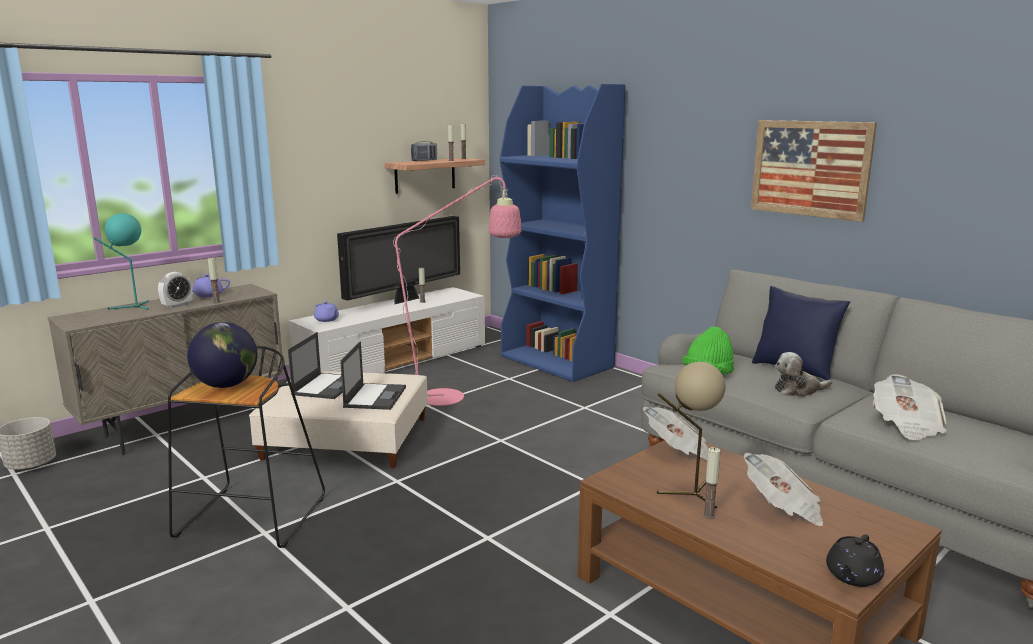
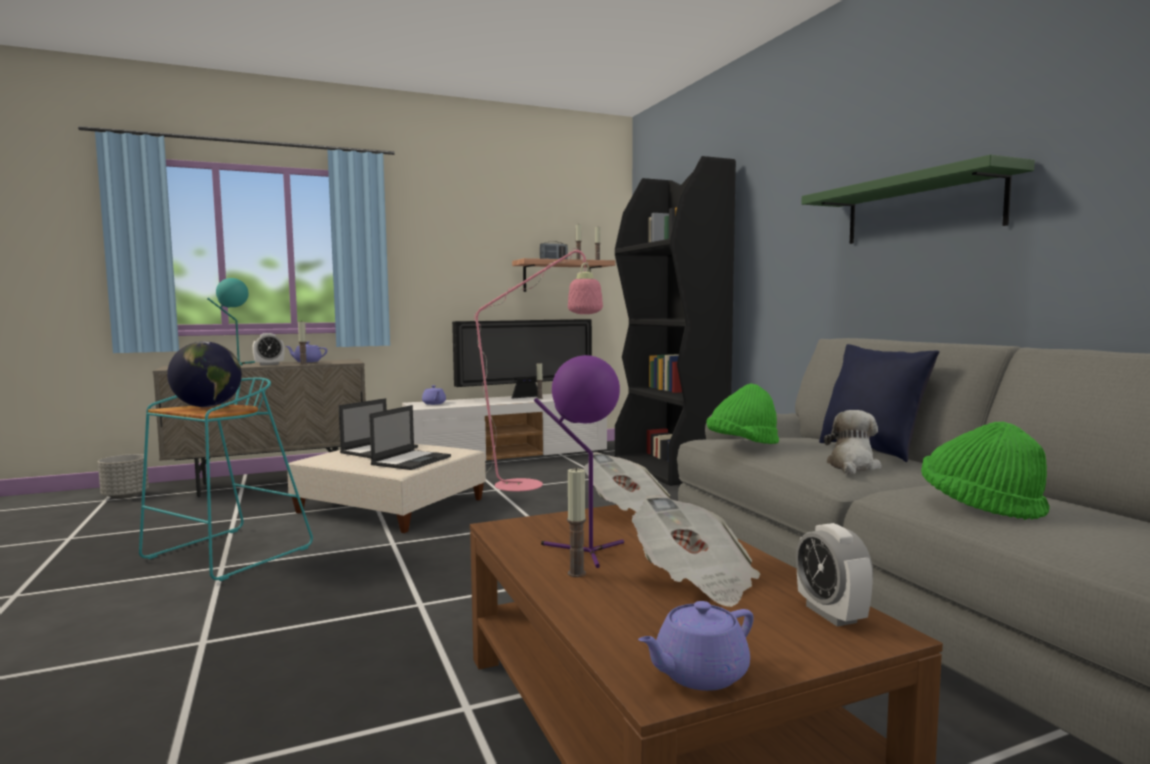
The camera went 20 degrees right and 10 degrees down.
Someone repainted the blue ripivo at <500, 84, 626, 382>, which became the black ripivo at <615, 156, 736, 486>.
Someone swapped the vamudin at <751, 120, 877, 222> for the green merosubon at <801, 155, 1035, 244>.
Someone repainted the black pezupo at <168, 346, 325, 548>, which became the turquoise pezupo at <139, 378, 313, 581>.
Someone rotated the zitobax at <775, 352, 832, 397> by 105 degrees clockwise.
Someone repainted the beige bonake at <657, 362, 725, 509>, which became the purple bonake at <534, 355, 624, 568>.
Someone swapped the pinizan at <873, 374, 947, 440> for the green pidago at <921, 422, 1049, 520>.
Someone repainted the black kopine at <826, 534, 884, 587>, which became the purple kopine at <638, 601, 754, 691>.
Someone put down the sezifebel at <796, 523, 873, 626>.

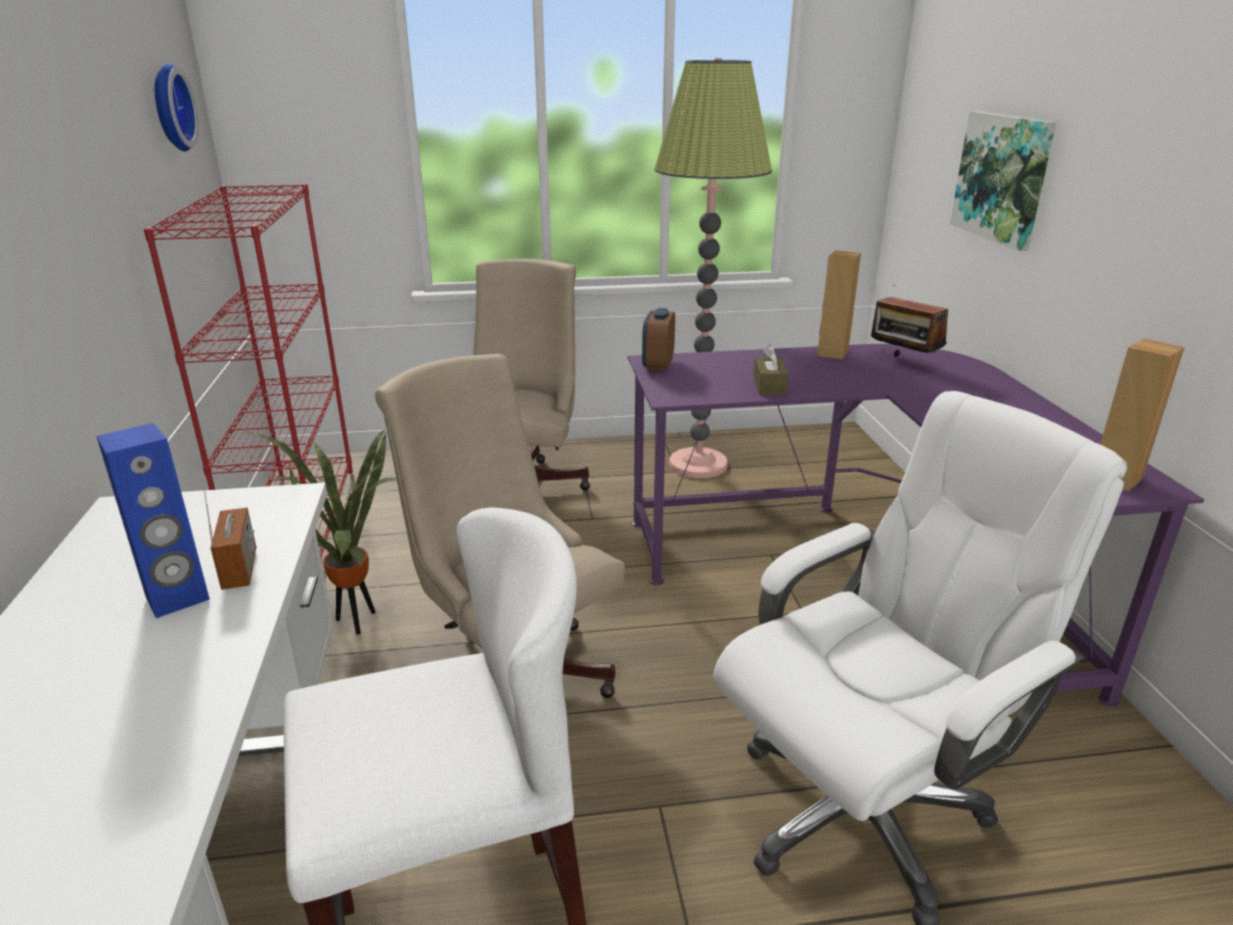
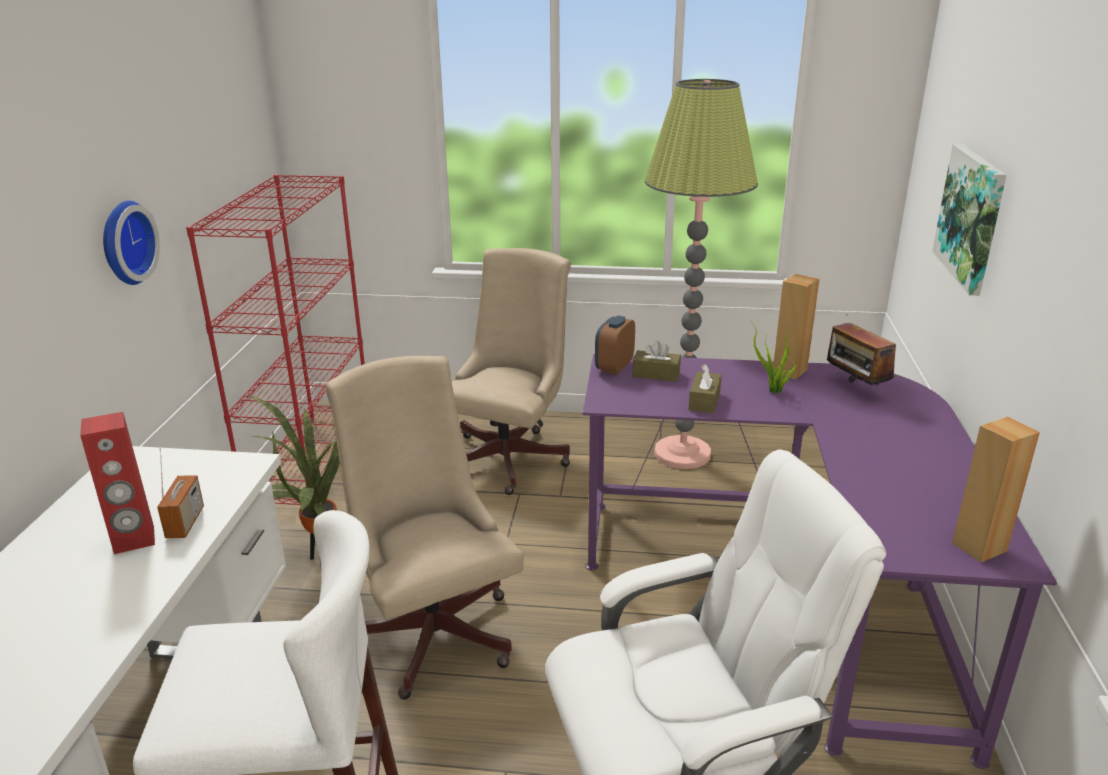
The camera went 15 degrees right and 0 degrees up.
Someone carried the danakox from <155, 63, 199, 152> to <103, 201, 160, 285>.
Someone repainted the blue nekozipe at <96, 423, 210, 618>, which became the red nekozipe at <80, 412, 155, 554>.
Someone put down the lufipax at <750, 320, 799, 393>.
Someone put down the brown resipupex at <632, 340, 681, 382>.

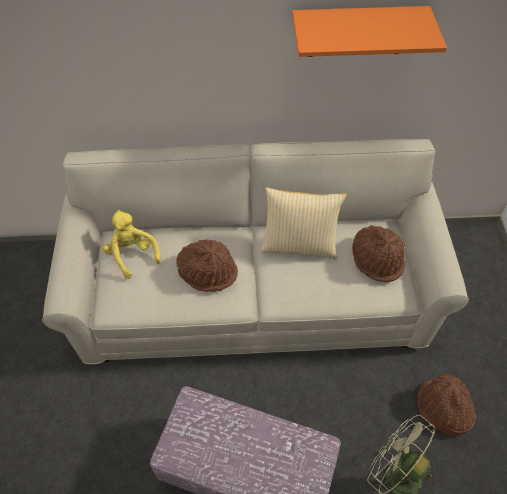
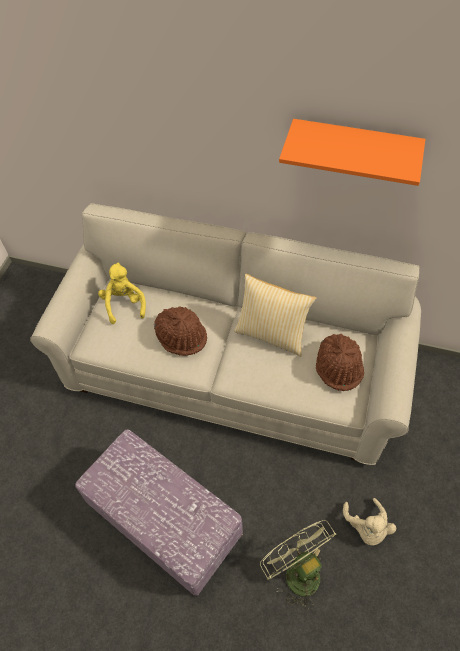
The camera went 20 degrees right and 0 degrees up.
Someone swapped the brown pidago at <417, 374, 476, 436> for the beige zitobax at <343, 498, 396, 546>.

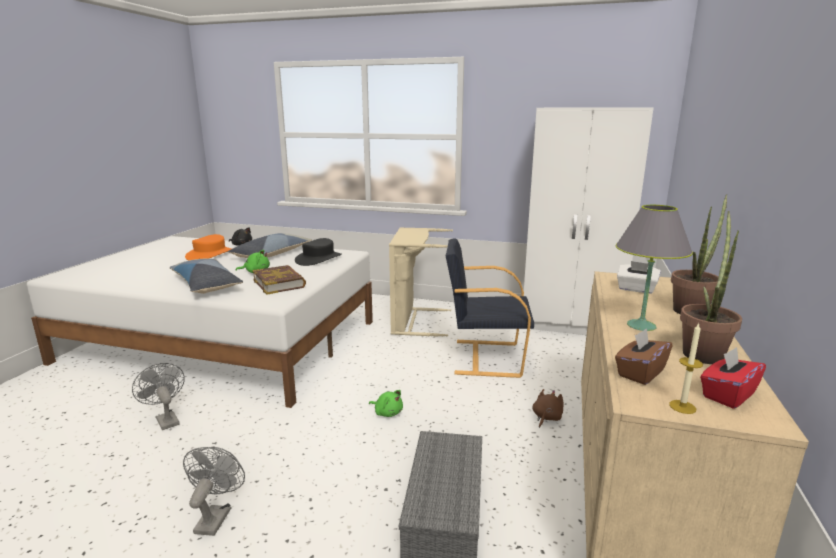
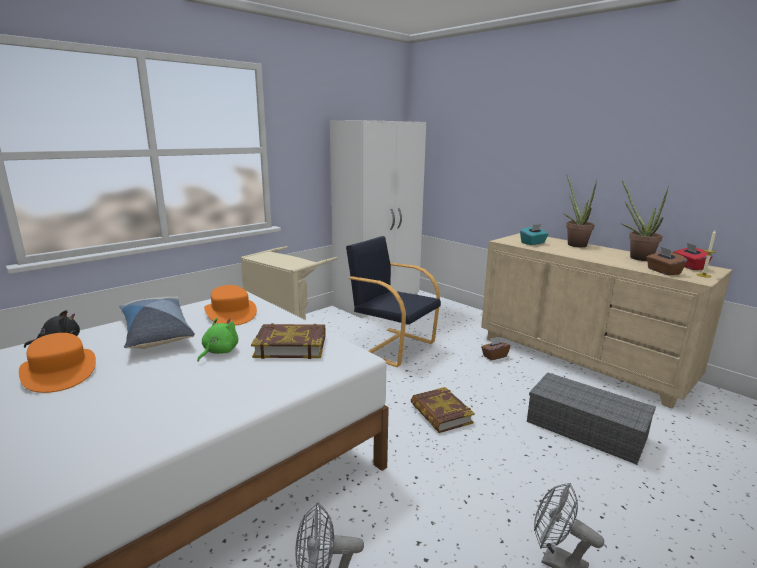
The camera went 60 degrees left and 0 degrees up.
Someone took away the grey bonake at <616, 205, 693, 331>.
Someone repainted the black pidago at <295, 238, 342, 266>, which became the orange pidago at <204, 285, 257, 326>.
Someone rotated the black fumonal at <446, 238, 534, 378> by 90 degrees clockwise.
Someone took away the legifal at <169, 258, 243, 294>.
Someone repainted the white resipupex at <617, 261, 661, 294>, which became the turquoise resipupex at <520, 224, 549, 245>.
Someone swapped the brown zitobax at <532, 389, 564, 428> for the brown resipupex at <481, 337, 511, 360>.
Someone swapped the green zitobax at <369, 390, 403, 417> for the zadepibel at <411, 387, 475, 433>.

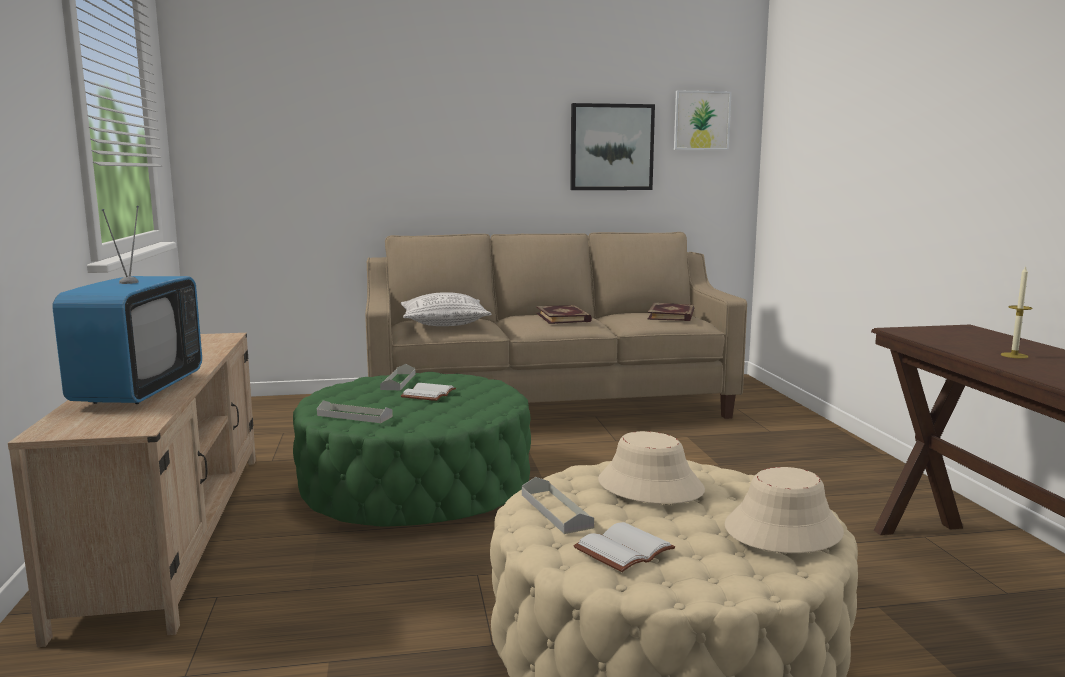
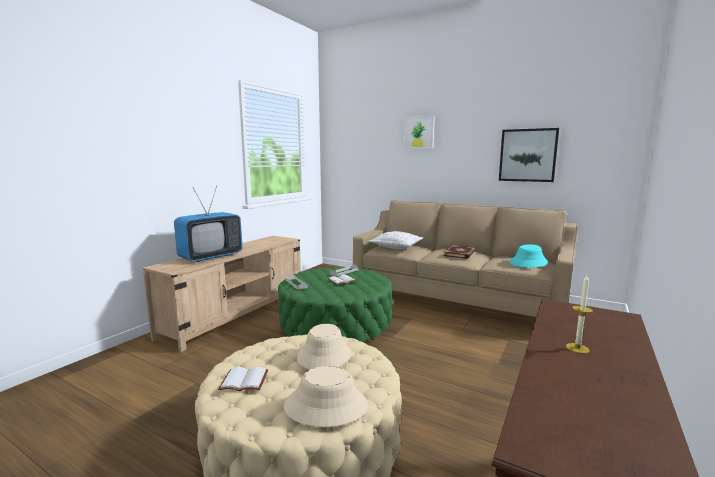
The camera went 40 degrees right and 0 degrees up.
Someone carried the vamudin from <674, 90, 732, 150> to <404, 116, 435, 149>.
Someone swapped the zadepibel at <648, 303, 694, 321> for the turquoise pidago at <510, 244, 548, 268>.
Someone took away the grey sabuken at <522, 477, 594, 534>.

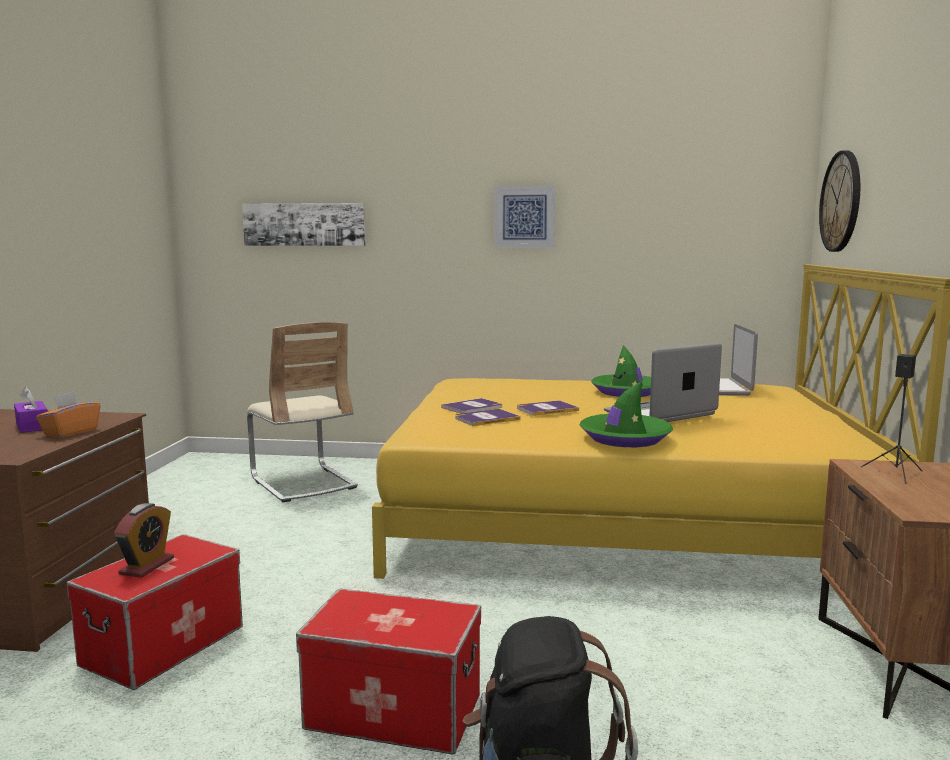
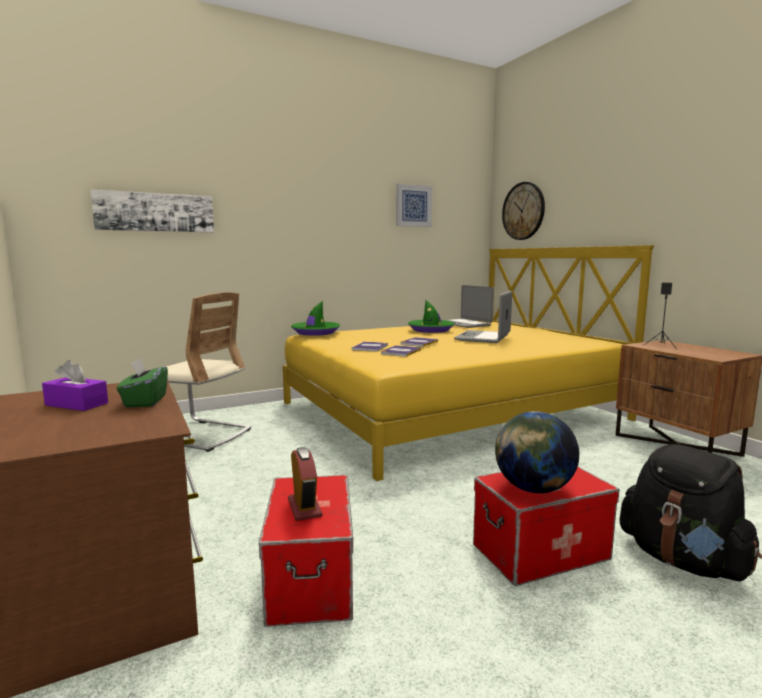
The camera went 35 degrees left and 0 degrees up.
Someone carried the vamudin from <494, 186, 555, 248> to <396, 184, 432, 227>.
Someone carried the green pidago from <579, 381, 673, 447> to <291, 301, 340, 336>.
Someone repainted the orange resipupex at <36, 391, 101, 438>, which became the green resipupex at <117, 358, 168, 408>.
Someone put down the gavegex at <495, 411, 579, 493>.

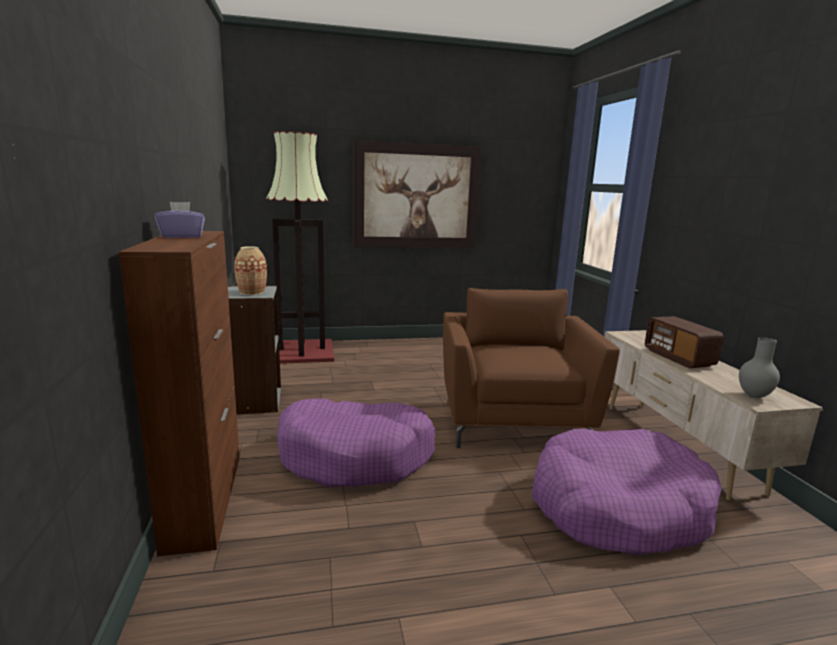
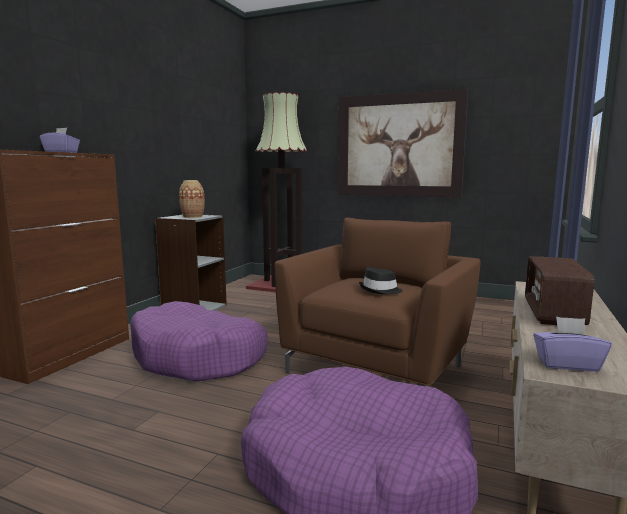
The camera went 35 degrees right and 5 degrees down.
Someone swapped the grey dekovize at <739, 337, 780, 398> for the purple resipupex at <533, 317, 612, 372>.
Someone put down the black pidago at <359, 267, 403, 294>.

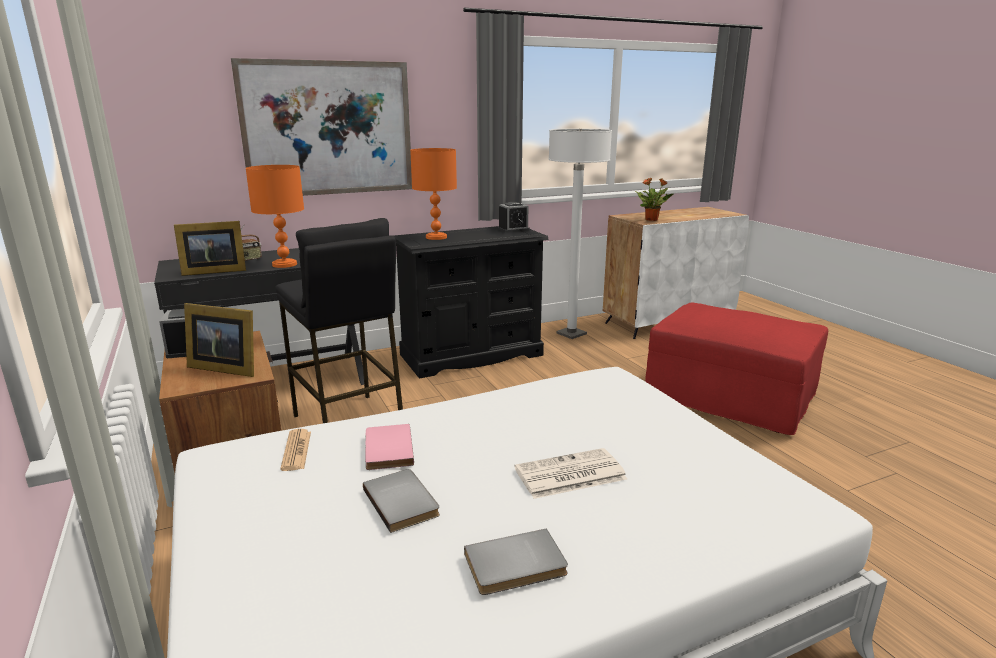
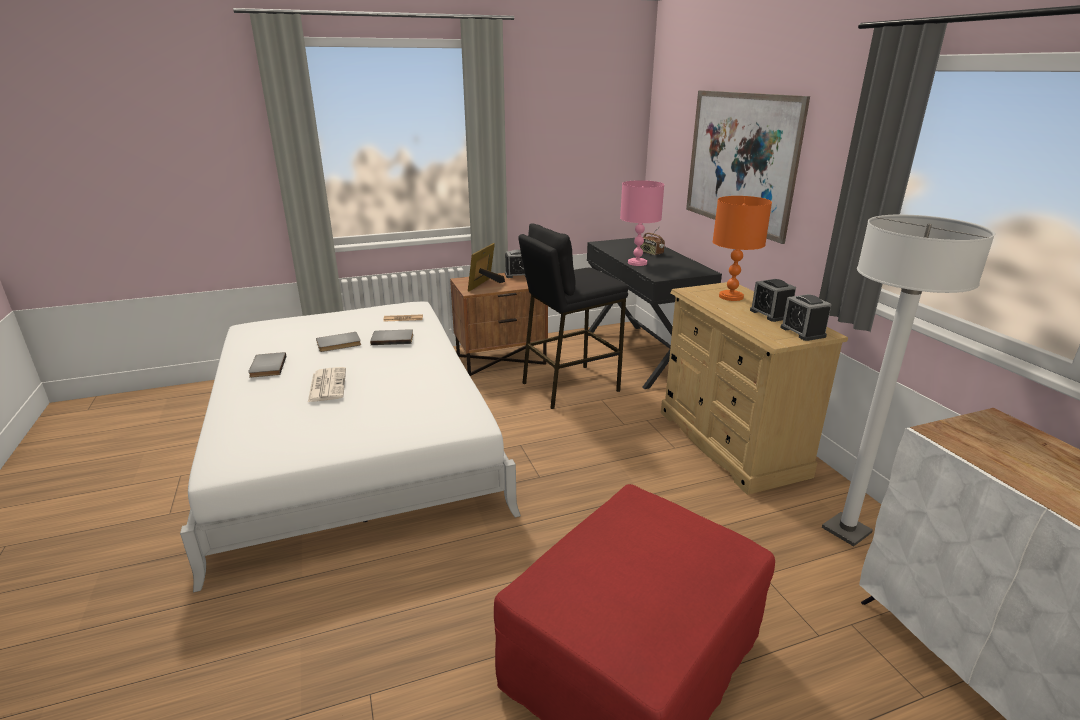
The camera went 95 degrees right and 5 degrees up.
Someone repainted the orange bonake at <246, 165, 304, 268>, which became the pink bonake at <620, 180, 664, 266>.
Someone took away the lufipax at <635, 178, 674, 221>.
Someone took away the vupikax at <174, 221, 246, 276>.
Someone repainted the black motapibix at <394, 226, 548, 378>, which became the beige motapibix at <661, 282, 848, 495>.
Someone repainted the pink zadepibel at <365, 424, 414, 470>, which became the grey zadepibel at <370, 329, 413, 345>.
Someone put down the sezifebel at <750, 279, 796, 322>.

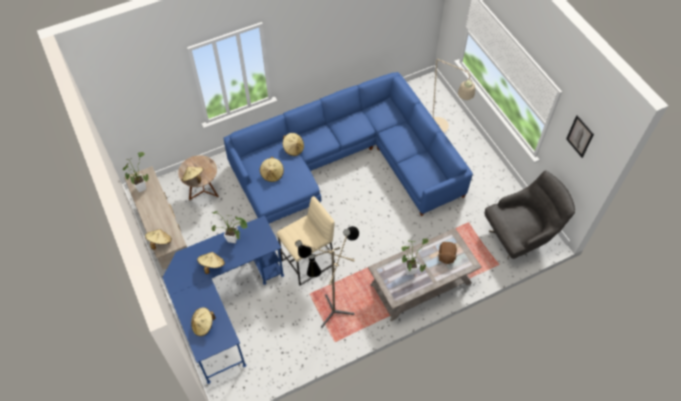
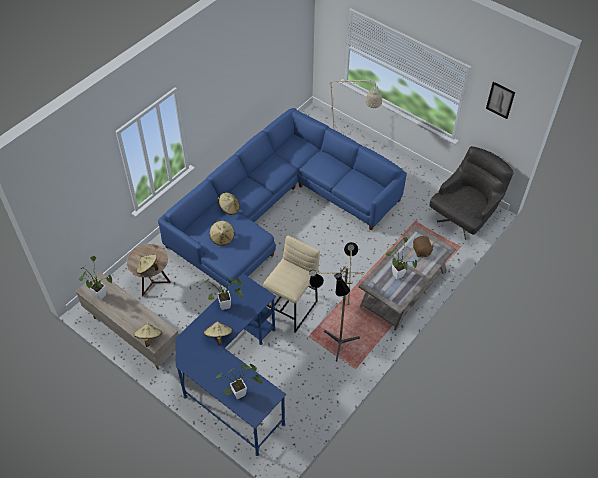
The camera went 25 degrees left and 5 degrees down.
Someone swapped the beige pidago at <191, 307, 216, 336> for the lufipax at <215, 364, 263, 399>.

